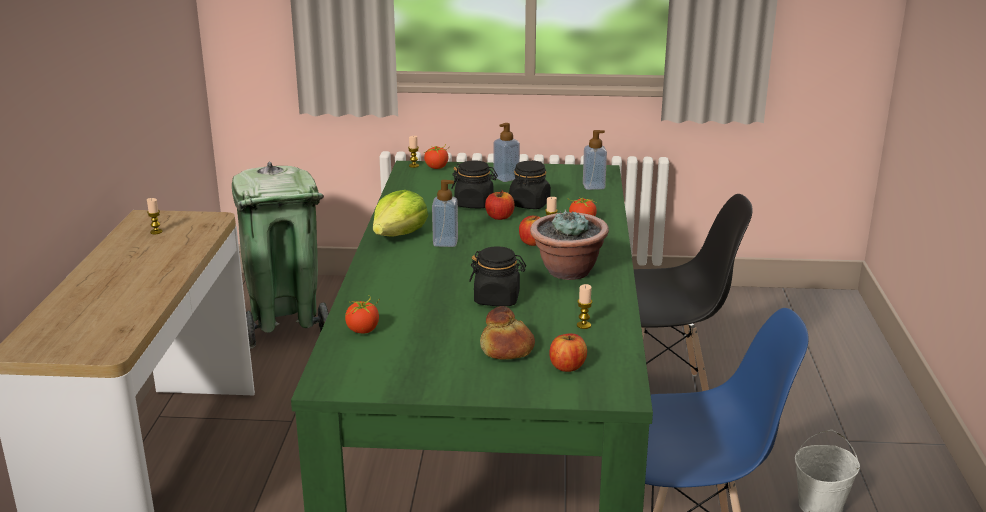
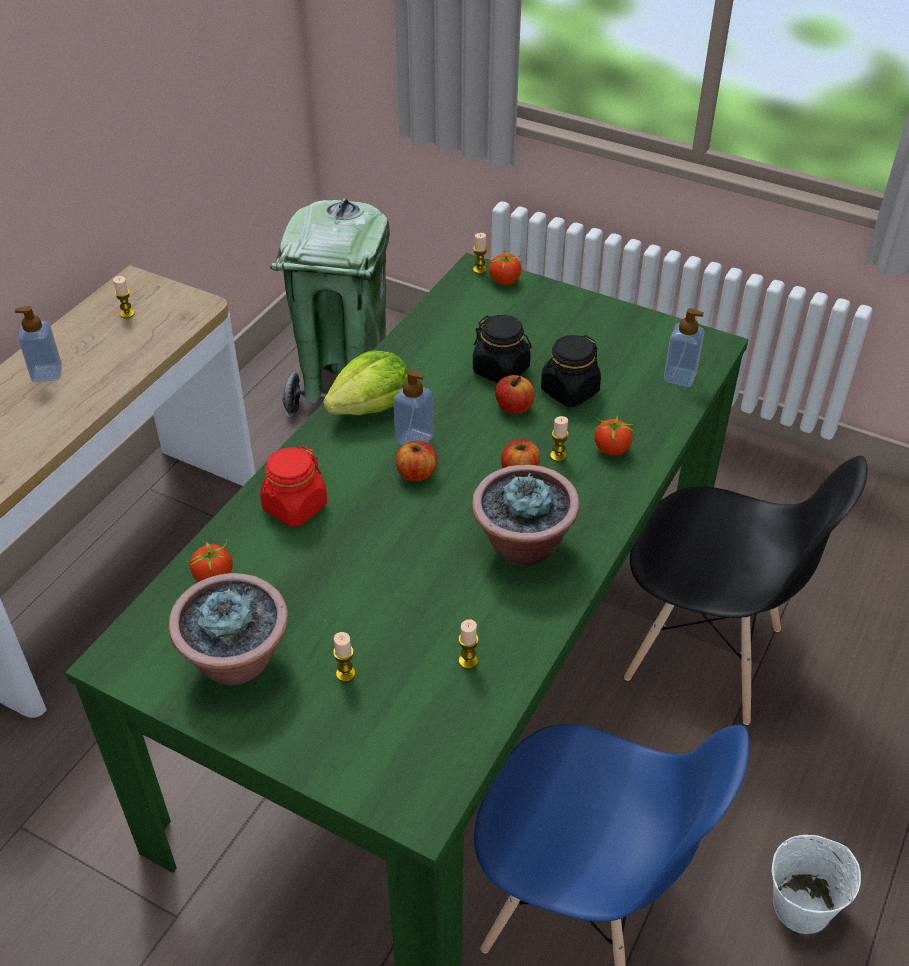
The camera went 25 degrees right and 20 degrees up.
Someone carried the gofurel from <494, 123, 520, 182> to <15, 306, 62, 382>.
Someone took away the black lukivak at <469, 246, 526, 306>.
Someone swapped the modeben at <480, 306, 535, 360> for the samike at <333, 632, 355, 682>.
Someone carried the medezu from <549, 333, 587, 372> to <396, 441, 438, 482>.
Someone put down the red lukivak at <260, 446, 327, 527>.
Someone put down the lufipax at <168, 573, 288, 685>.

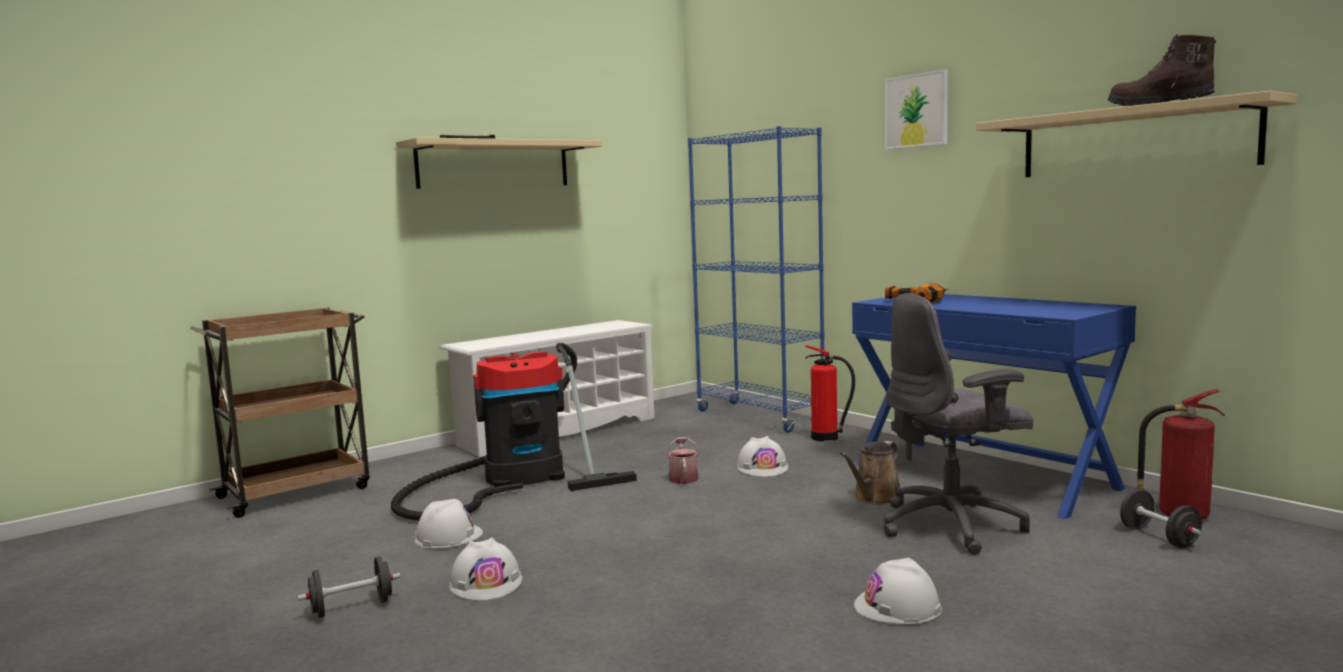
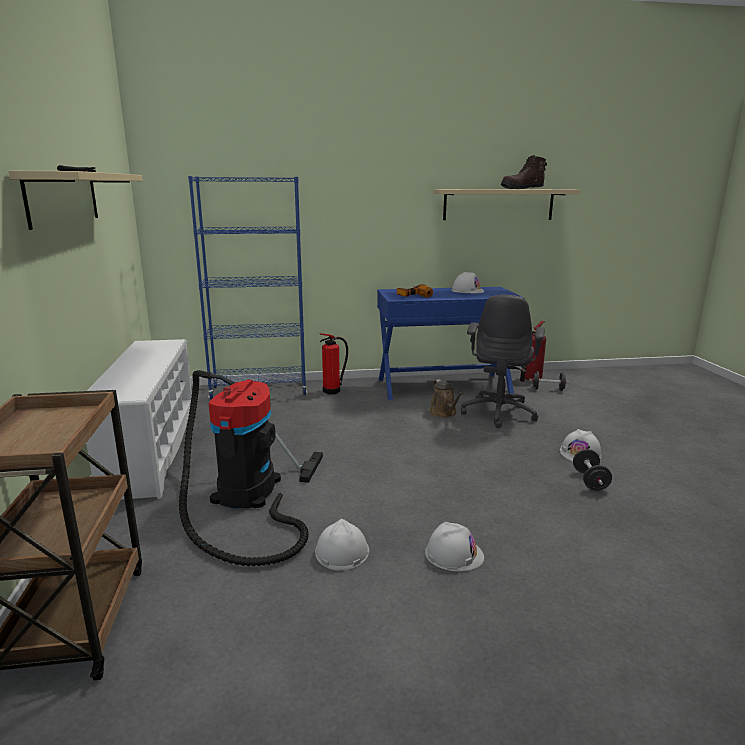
The camera went 60 degrees left and 10 degrees up.
Someone took away the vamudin at <885, 69, 948, 150>.
Someone carried the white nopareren from <737, 436, 789, 477> to <451, 272, 484, 293>.
Someone took away the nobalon at <666, 437, 699, 484>.
Someone carried the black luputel from <298, 557, 400, 618> to <573, 449, 612, 491>.

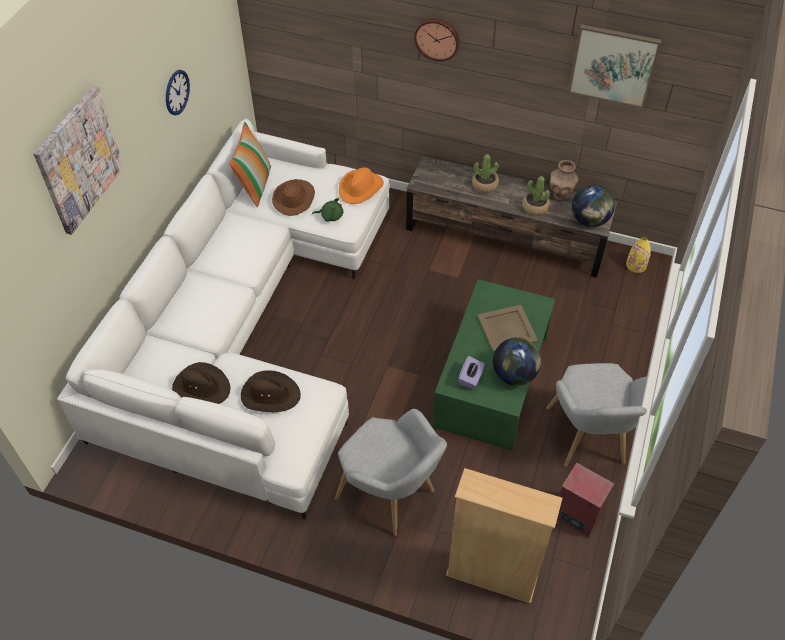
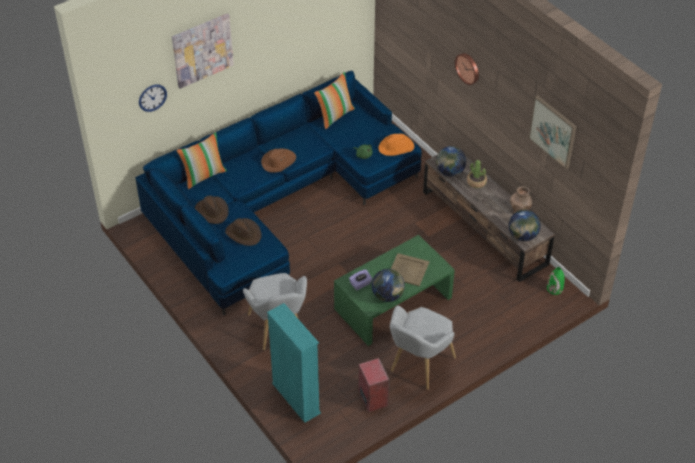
The camera went 35 degrees right and 5 degrees down.
Someone carried the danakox from <166, 70, 190, 115> to <139, 85, 167, 112>.
Someone repainted the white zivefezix at <57, 118, 390, 519>, which became the blue zivefezix at <135, 71, 422, 315>.
Someone took away the lufipax at <522, 176, 550, 215>.
Someone carried the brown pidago from <272, 179, 315, 216> to <261, 148, 296, 173>.
Someone repainted the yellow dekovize at <626, 237, 651, 273>, which became the green dekovize at <547, 267, 565, 295>.
Someone repainted the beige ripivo at <446, 468, 562, 604>, which became the turquoise ripivo at <267, 303, 321, 423>.
Someone put down the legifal at <176, 132, 227, 189>.
Someone put down the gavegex at <436, 146, 466, 176>.

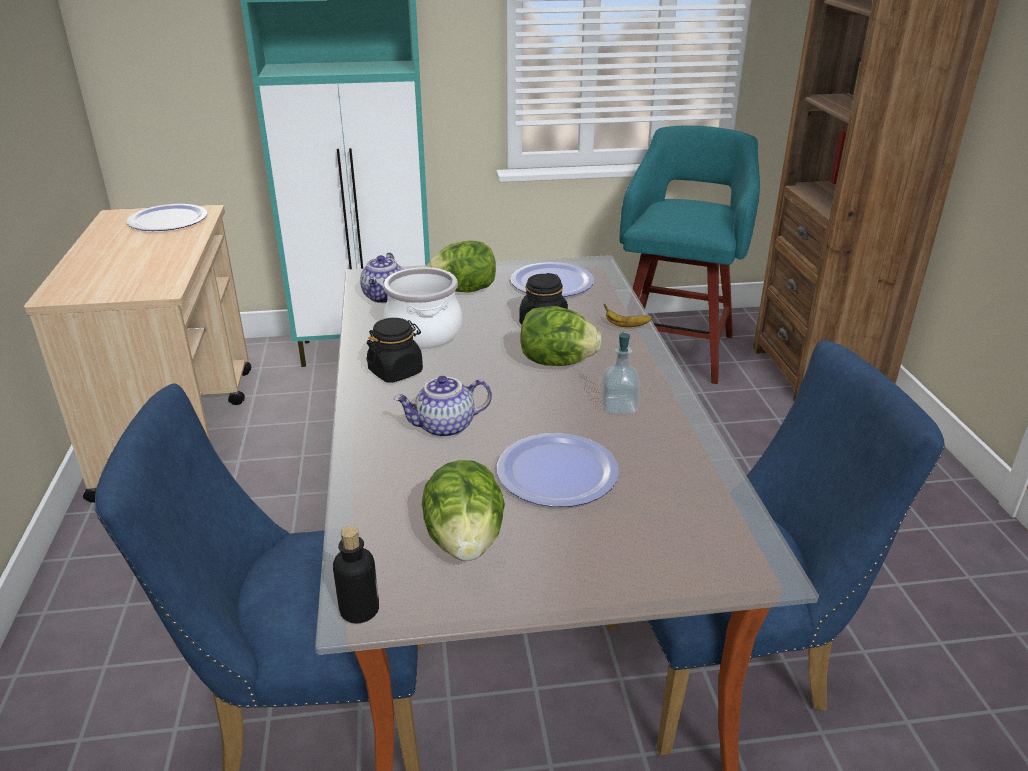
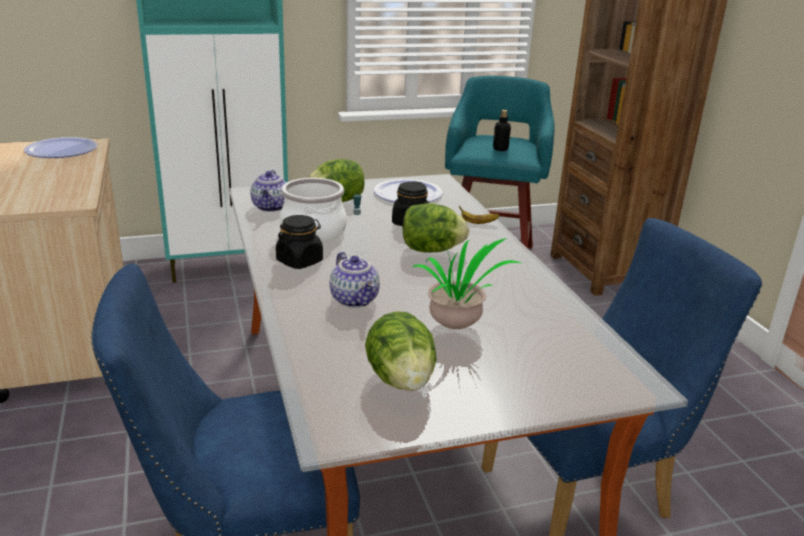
The camera went 10 degrees left and 5 degrees down.
Someone carried the gofurel from <601, 333, 640, 414> to <342, 194, 371, 259>.
Someone rotated the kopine at <394, 376, 492, 438> by 90 degrees counterclockwise.
Someone swapped the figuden at <497, 433, 619, 507> for the lufipax at <413, 238, 521, 329>.
Someone carried the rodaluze from <333, 526, 379, 623> to <493, 110, 511, 151>.

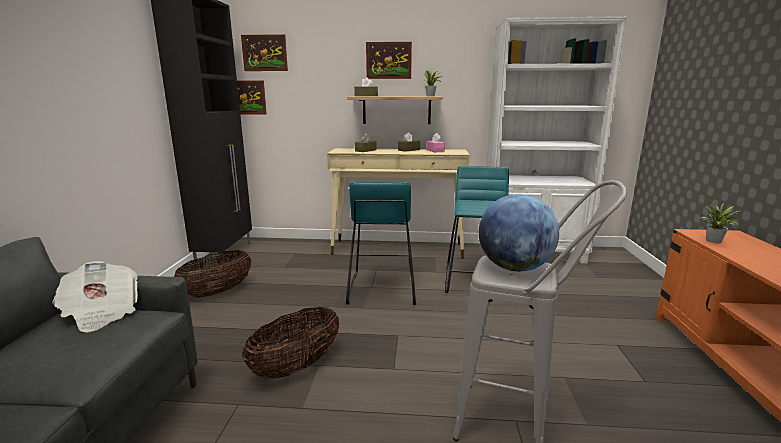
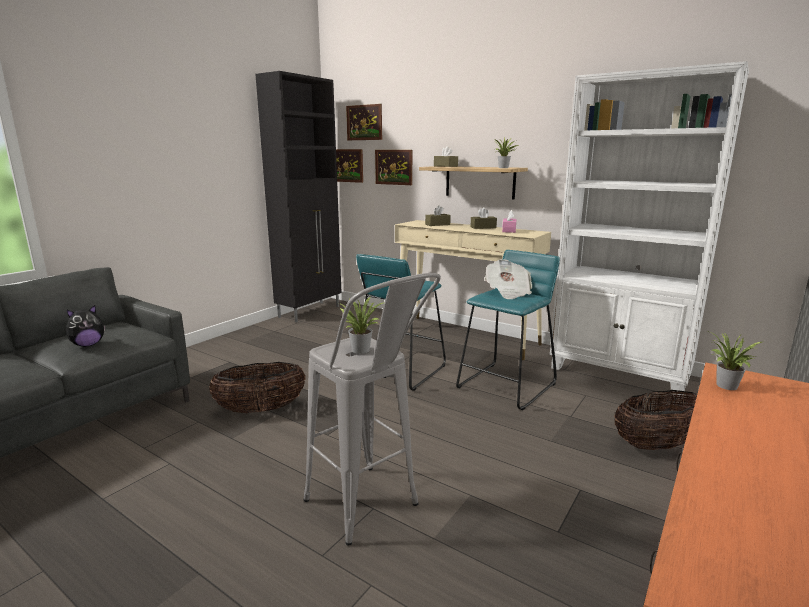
The camera went 30 degrees right and 0 degrees up.
Someone carried the vamudin from <366, 42, 412, 79> to <375, 150, 412, 185>.
Someone swapped the gavegex at <479, 194, 559, 271> for the lufipax at <339, 297, 385, 354>.
Someone carried the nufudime from <174, 250, 251, 297> to <614, 390, 697, 450>.
Someone carried the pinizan from <52, 261, 138, 333> to <485, 259, 532, 299>.
Someone put down the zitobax at <66, 305, 105, 347>.

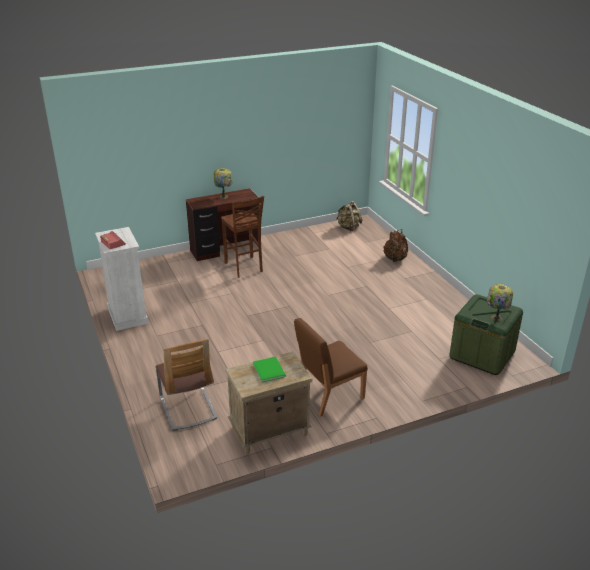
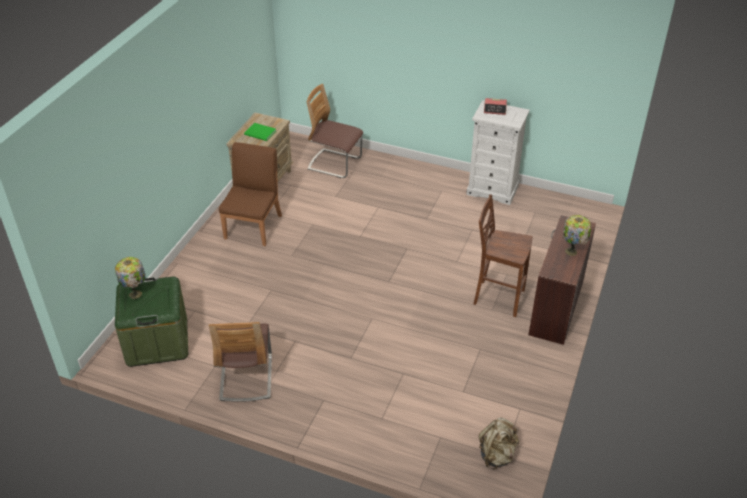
The camera went 135 degrees right and 10 degrees up.
Someone took away the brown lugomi at <384, 230, 408, 262>.
Someone put down the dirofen at <209, 322, 272, 402>.

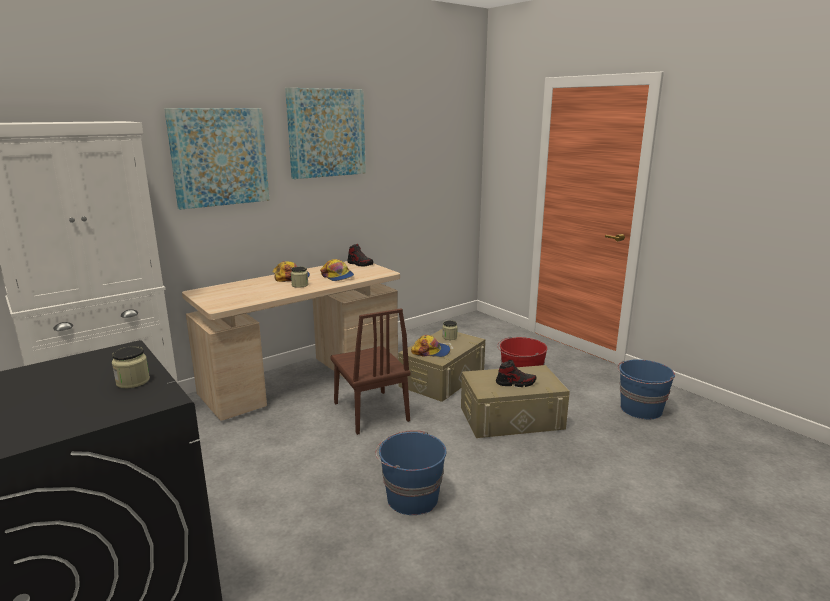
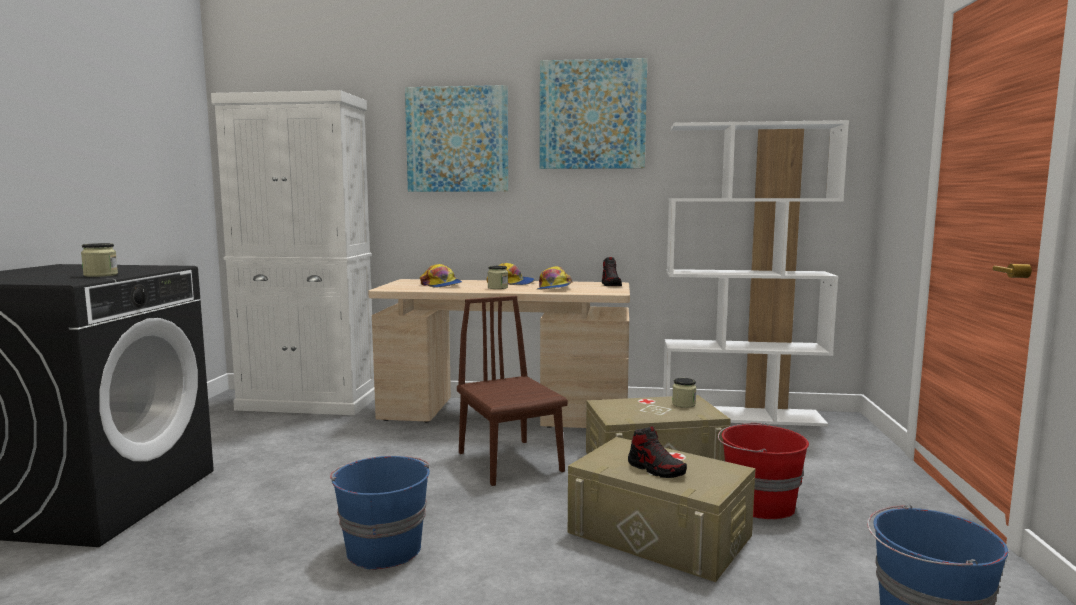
The camera went 45 degrees right and 10 degrees down.
Someone rotated the brown dirofen at <330, 308, 411, 435> by 135 degrees clockwise.
Someone carried the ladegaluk from <411, 335, 450, 357> to <420, 264, 462, 288>.
Someone put down the white ripivo at <663, 120, 849, 427>.

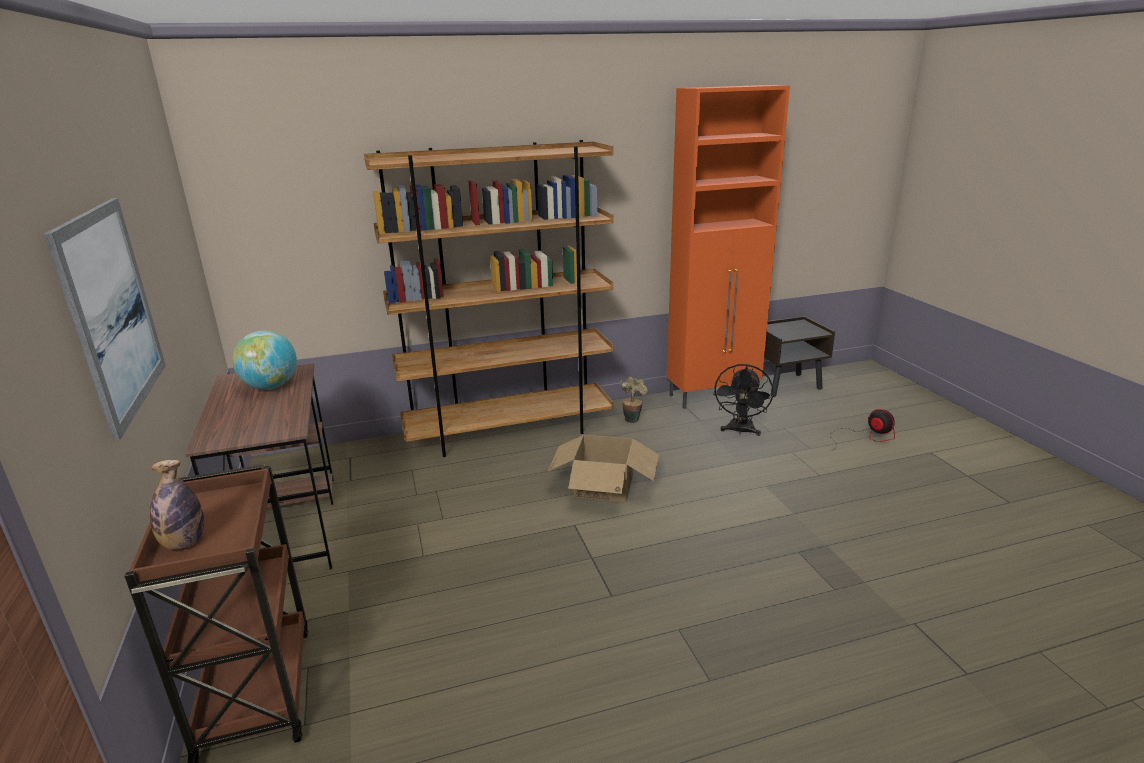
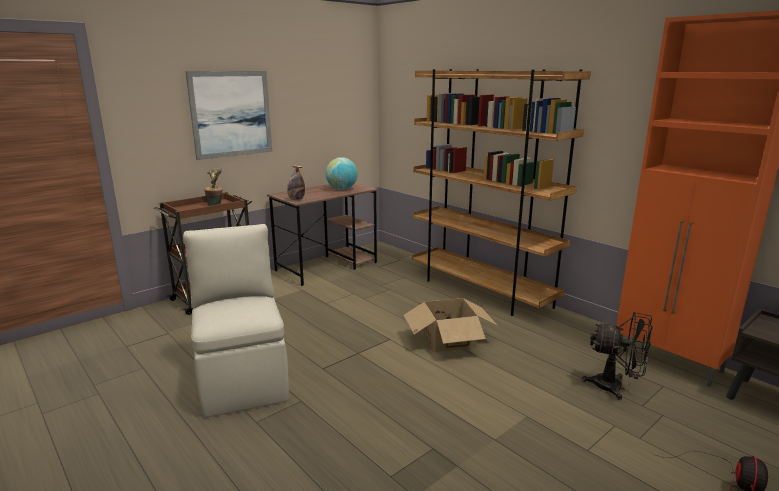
The camera went 65 degrees right and 5 degrees down.
Someone rotated the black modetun at <713, 364, 773, 436> by 150 degrees counterclockwise.
Someone carried the lufipax from <620, 377, 648, 423> to <204, 168, 223, 206>.
Someone carried the rodaluze from <150, 460, 204, 549> to <287, 165, 305, 200>.
Someone put down the beige dirofen at <183, 224, 289, 417>.

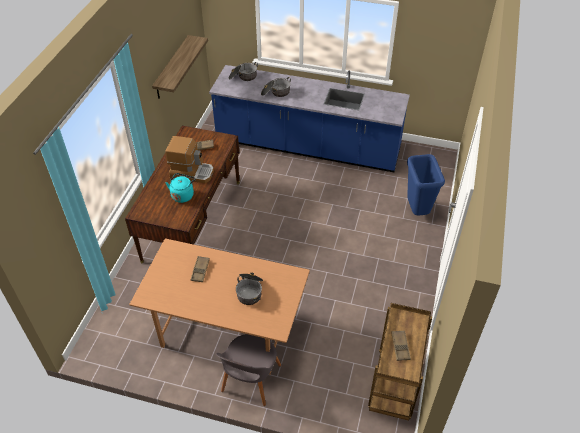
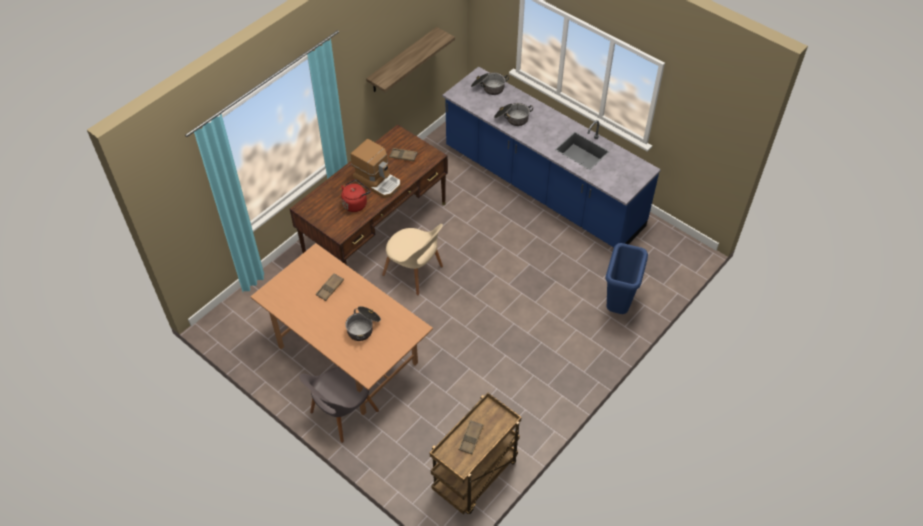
The camera went 25 degrees right and 5 degrees up.
Someone repainted the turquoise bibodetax at <166, 173, 196, 203>, which became the red bibodetax at <341, 179, 371, 212>.
Someone put down the beige dirofen at <382, 224, 443, 295>.

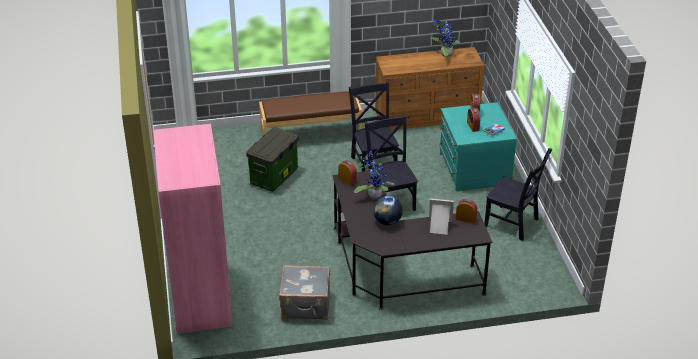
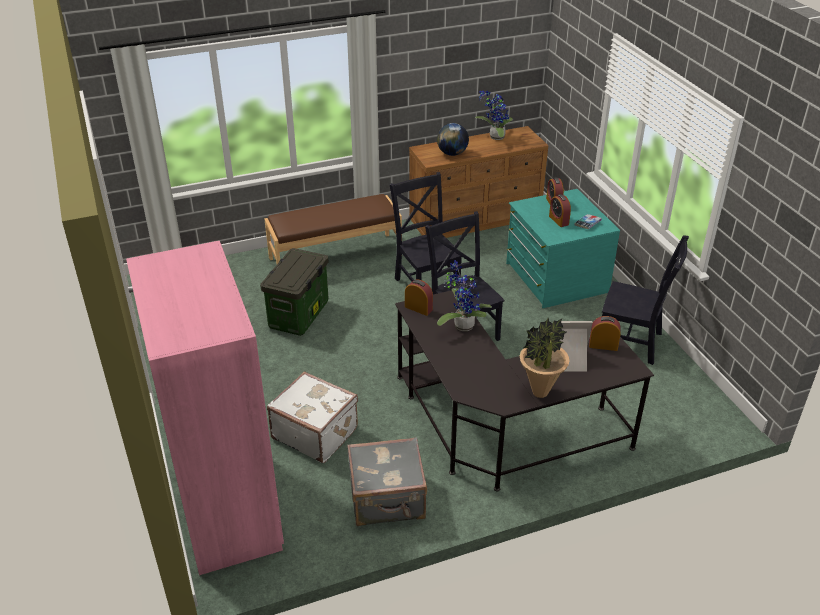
The camera went 10 degrees left and 0 degrees up.
Someone carried the gavegex from <373, 196, 403, 225> to <437, 123, 469, 156>.
Someone put down the lufipax at <520, 317, 570, 398>.
Someone put down the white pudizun at <267, 372, 358, 463>.

